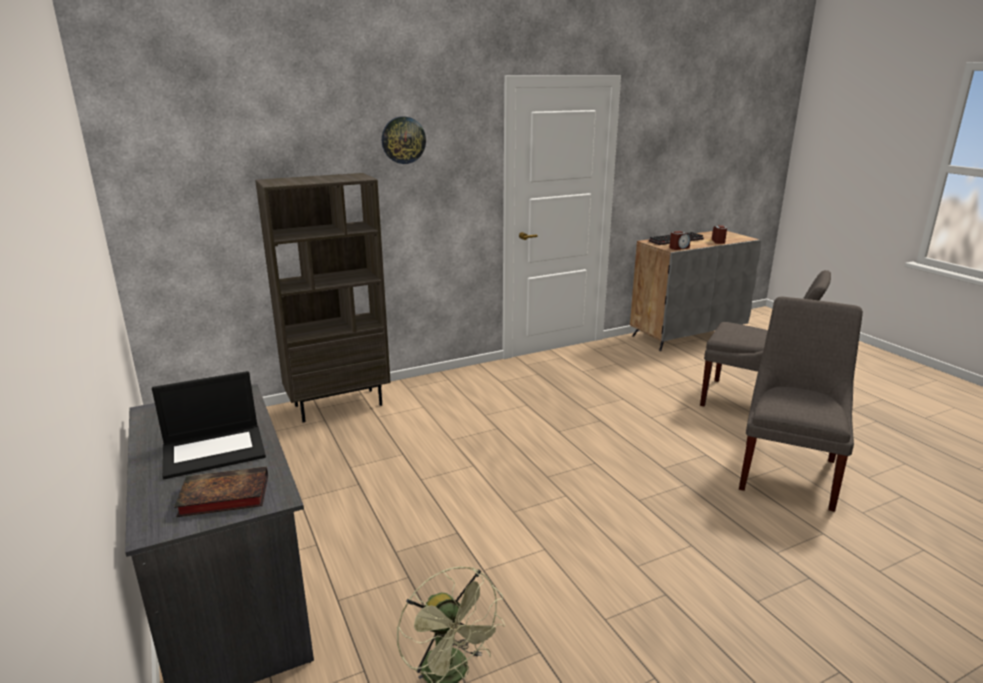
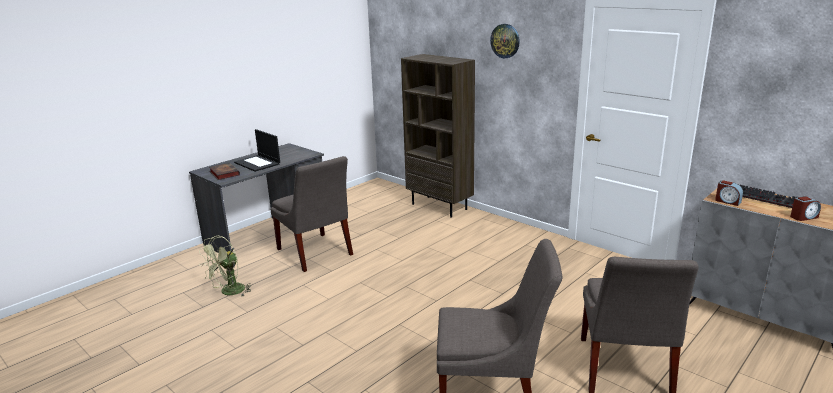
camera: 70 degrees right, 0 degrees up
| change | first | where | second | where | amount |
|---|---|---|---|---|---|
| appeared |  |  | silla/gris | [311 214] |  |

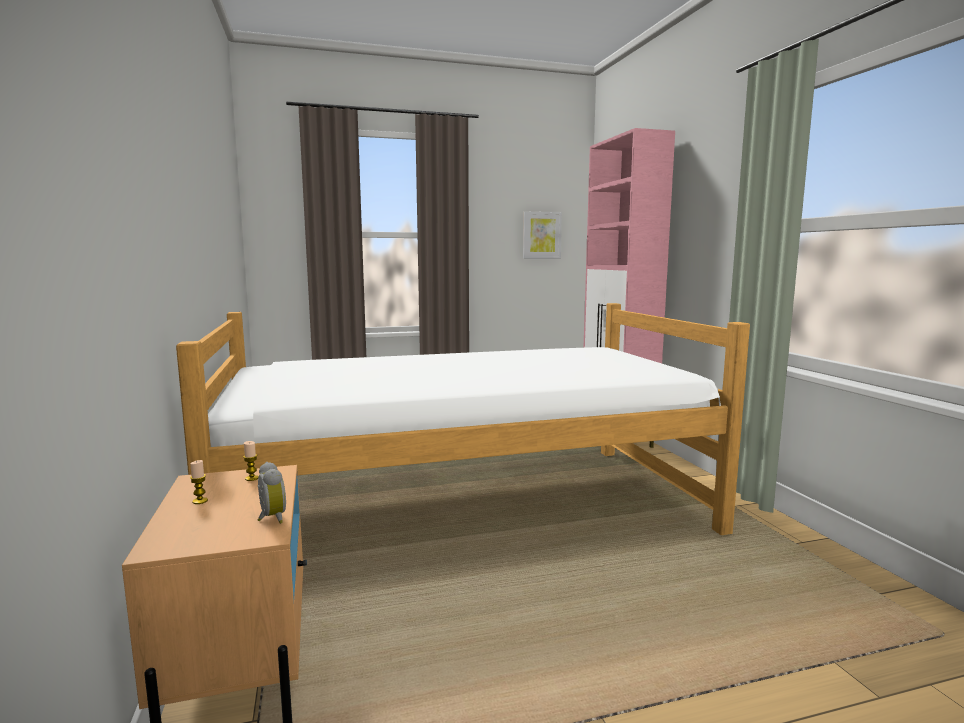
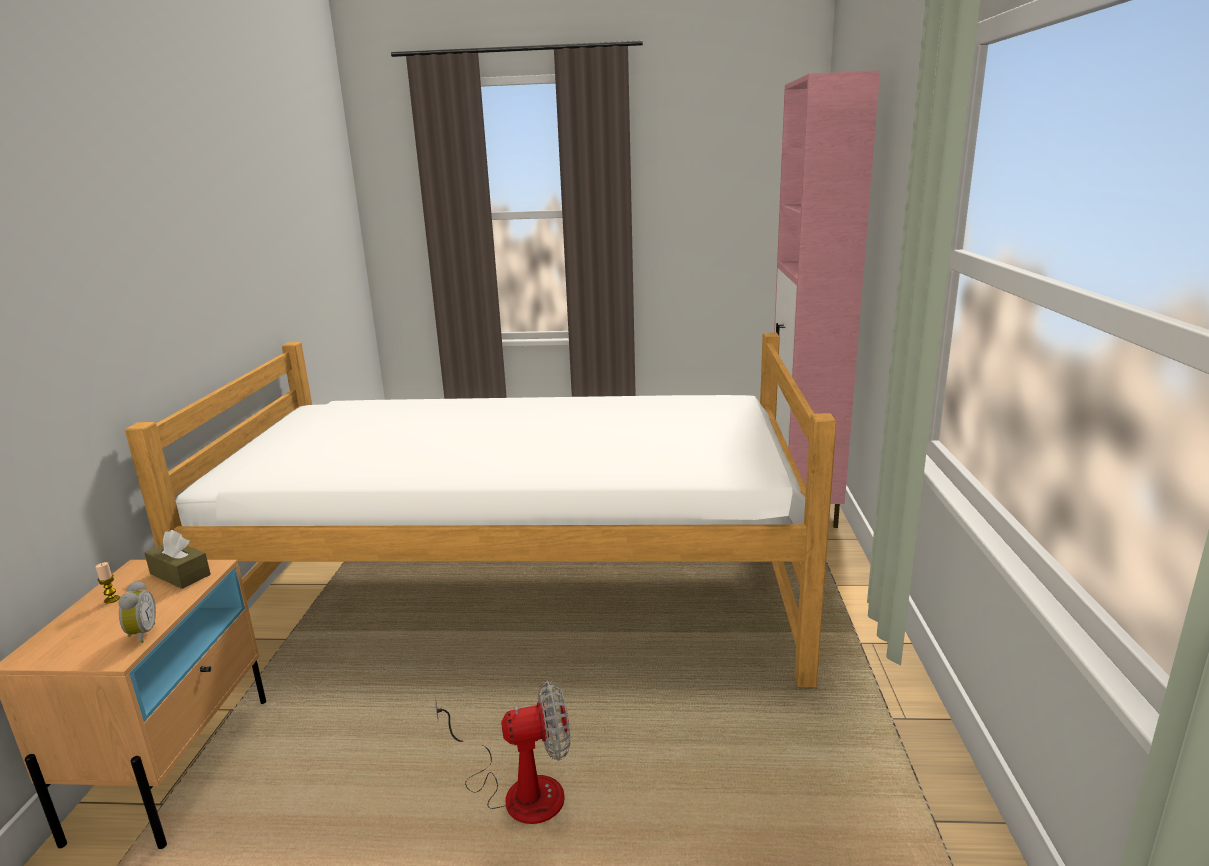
camera: 20 degrees right, 10 degrees up
| change | first | where | second | where | amount |
|---|---|---|---|---|---|
| exchanged | vela | [251 461] | caja de pañuelos/marrón | [177 559] |  |
| appeared |  |  | ventilador | [502 752] |  |
| missing | cuadro | [542 235] |  |  |  |

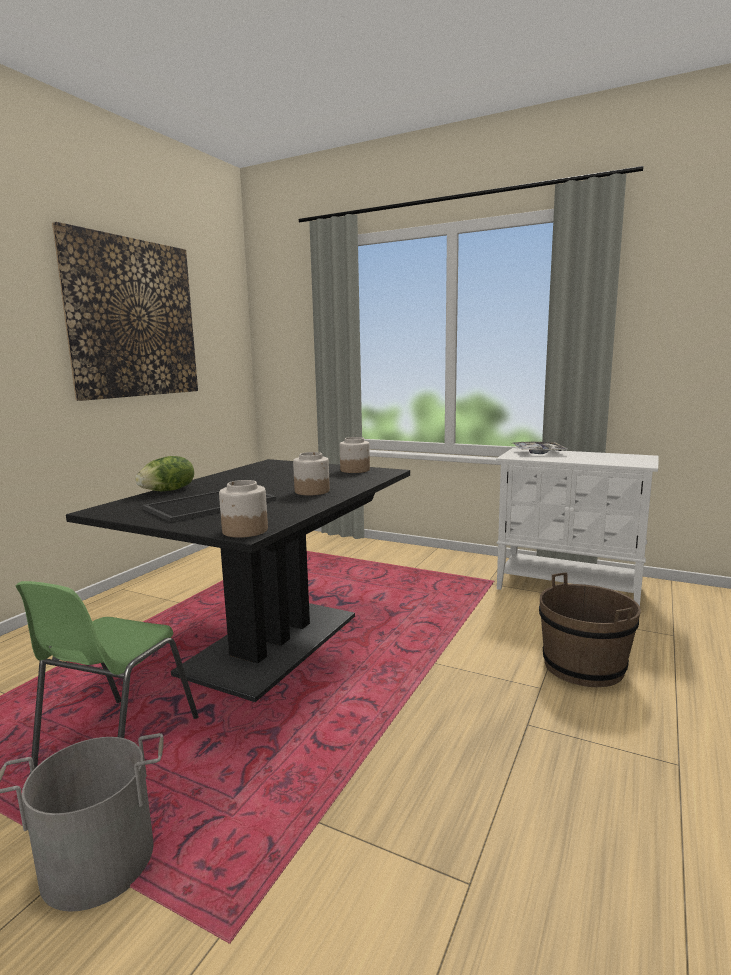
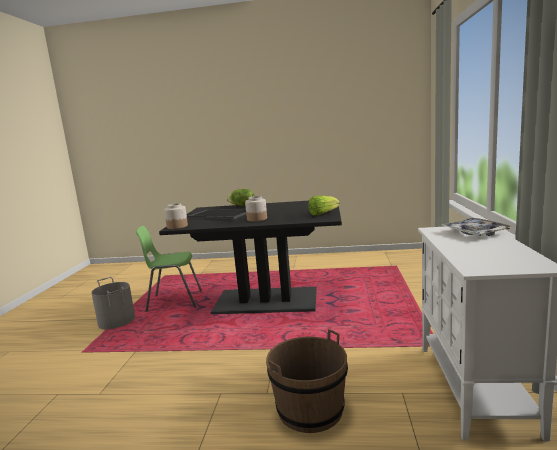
camera: 70 degrees right, 0 degrees up
| change | first | where | second | where | amount |
|---|---|---|---|---|---|
| exchanged | tarro | [355 455] | lechuga | [324 205] |  |
| missing | cuadro | [125 311] |  |  |  |

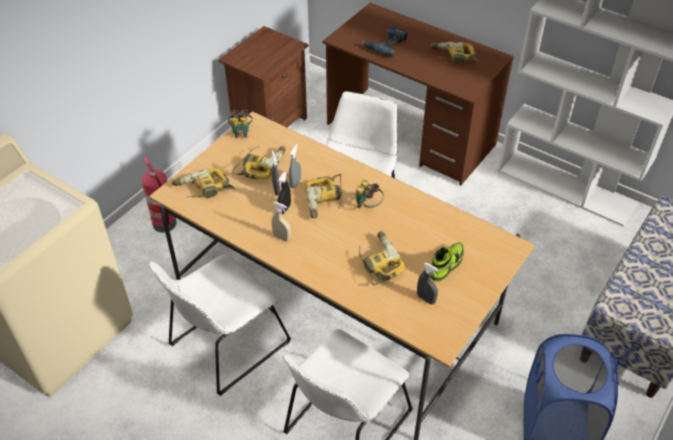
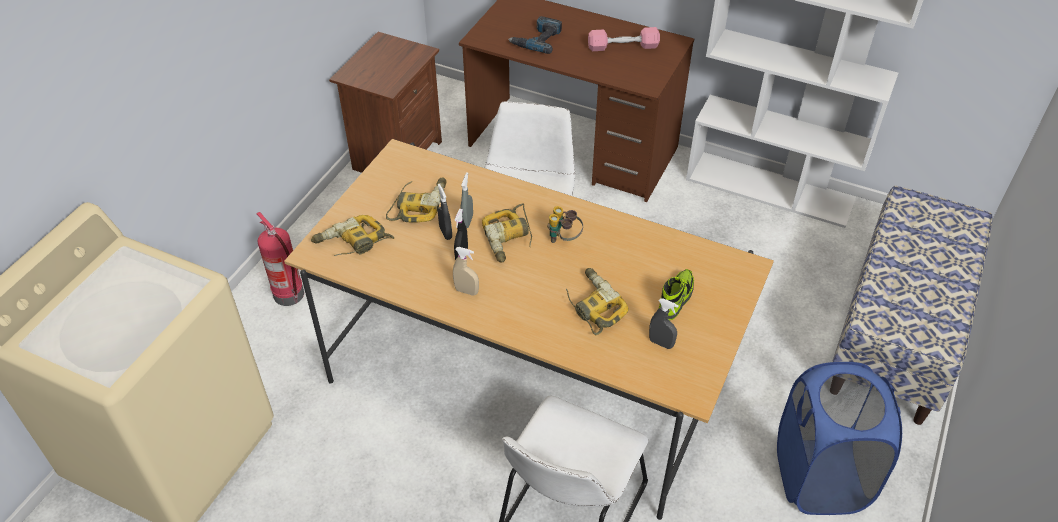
camera: 10 degrees left, 0 degrees up
| change | first | where | second | where | amount |
|---|---|---|---|---|---|
| exchanged | taladro | [455 53] | mancuerna/rosa | [624 39] |  |
| missing | silla/blanco | [219 325] |  |  |  |
| missing | prismáticos | [240 124] |  |  |  |

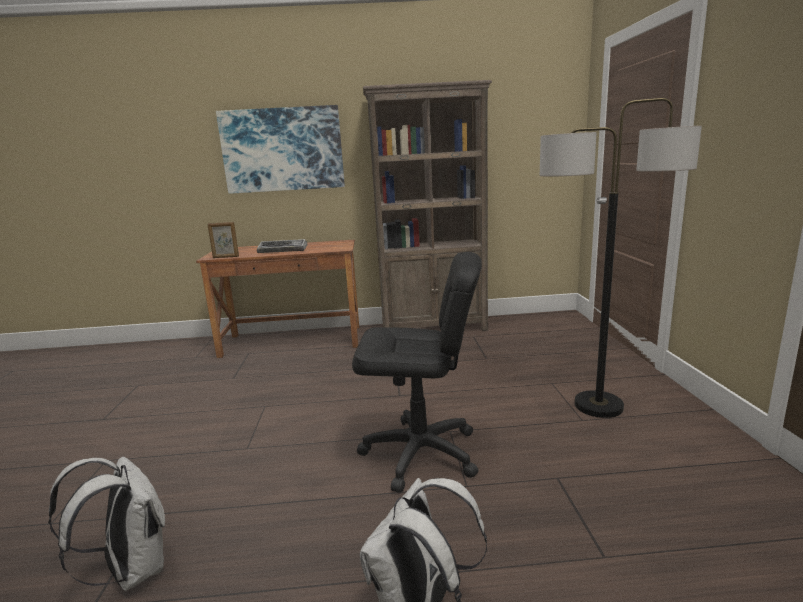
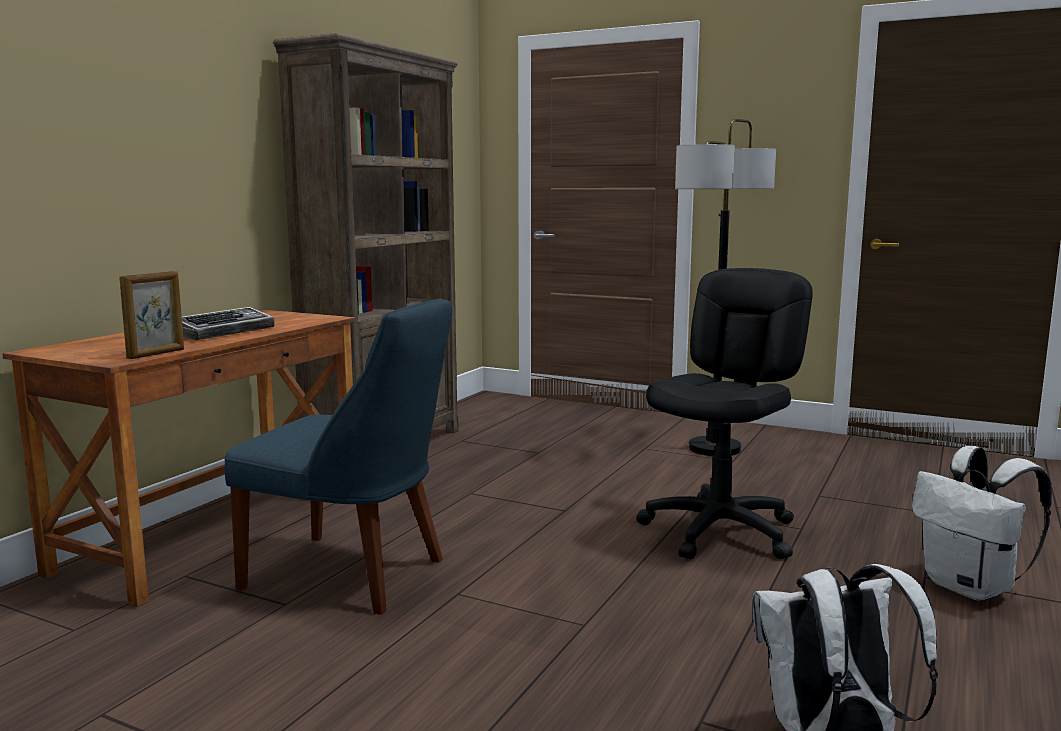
camera: 60 degrees left, 5 degrees down
| change | first | where | second | where | amount |
|---|---|---|---|---|---|
| appeared |  |  | silla/azul | [338 456] |  |
| missing | cuadro | [280 149] |  |  |  |

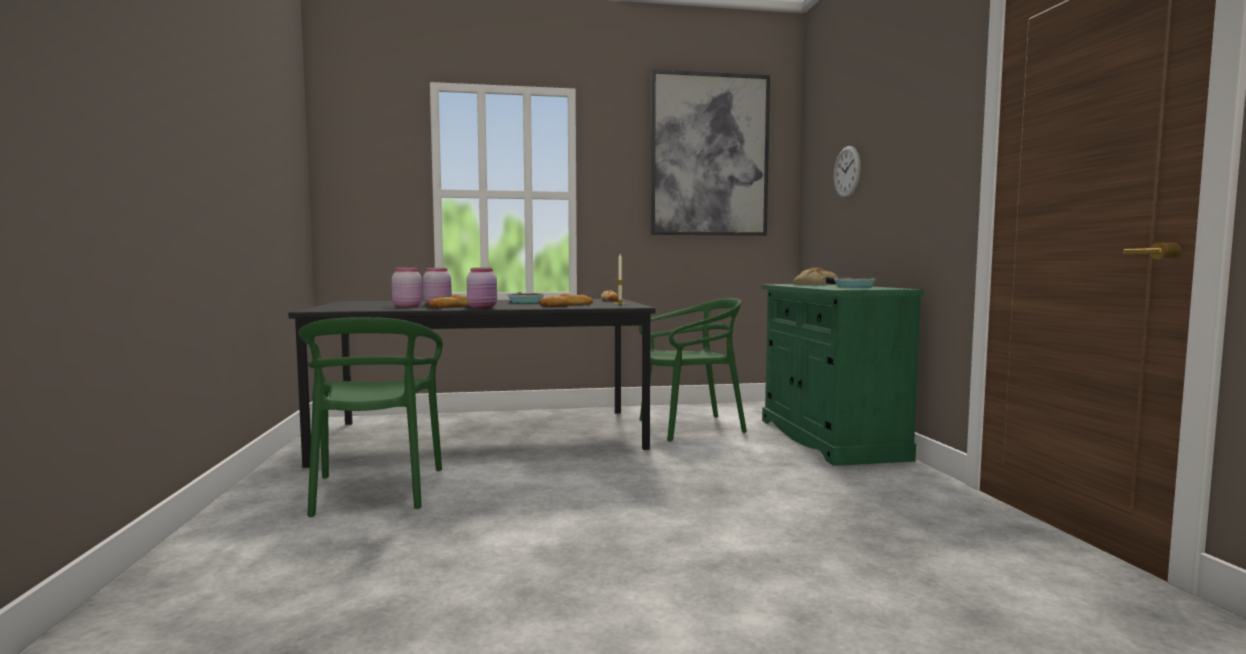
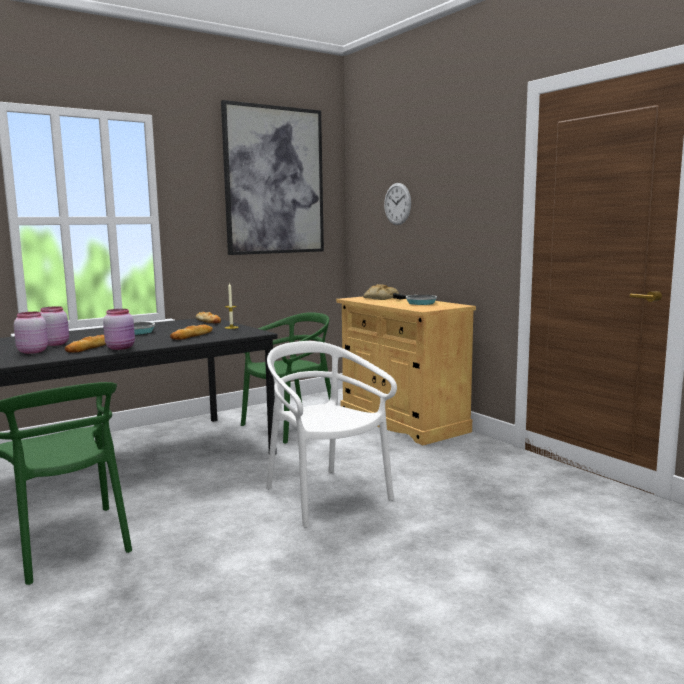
camera: 25 degrees left, 5 degrees up
| change | first | where | second | where | amount |
|---|---|---|---|---|---|
| appeared |  |  | silla/blanco | [331 434] |  |
| colour | armario/verde | [843 375] | armario/beis | [406 371] |  |

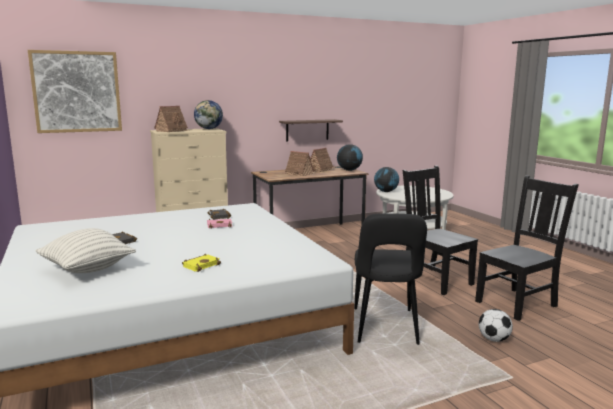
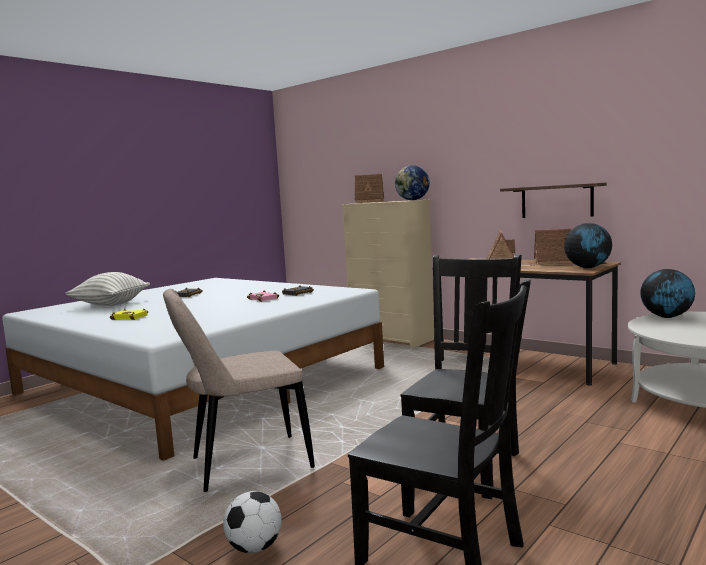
camera: 65 degrees right, 5 degrees down
| change | first | where | second | where | amount |
|---|---|---|---|---|---|
| colour | silla/negro | [390 279] | silla/beis | [239 390] |  |
| missing | cuadro | [75 91] |  |  |  |

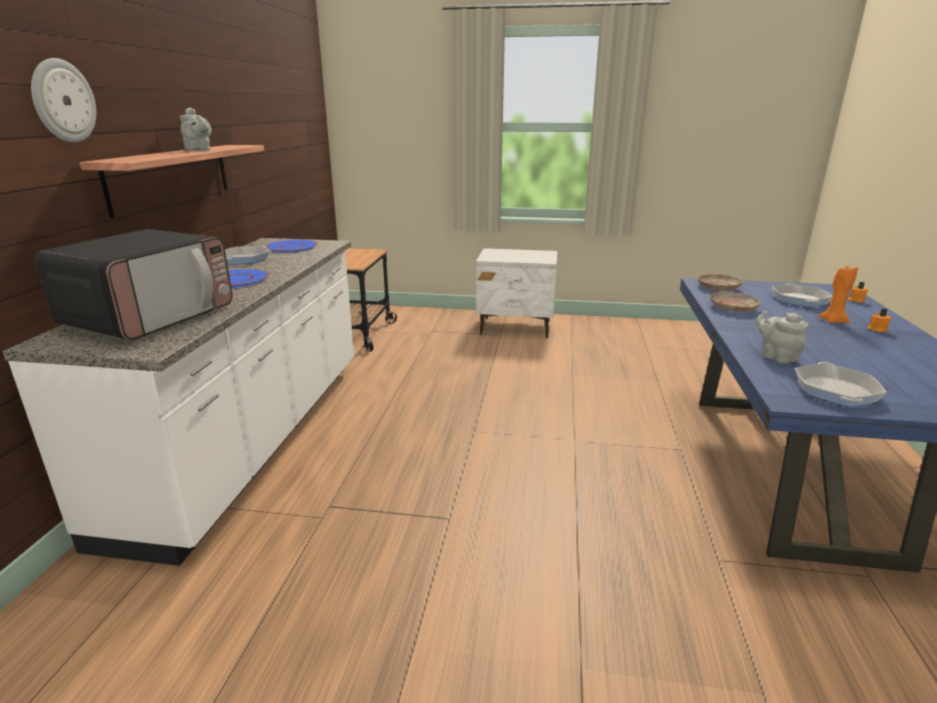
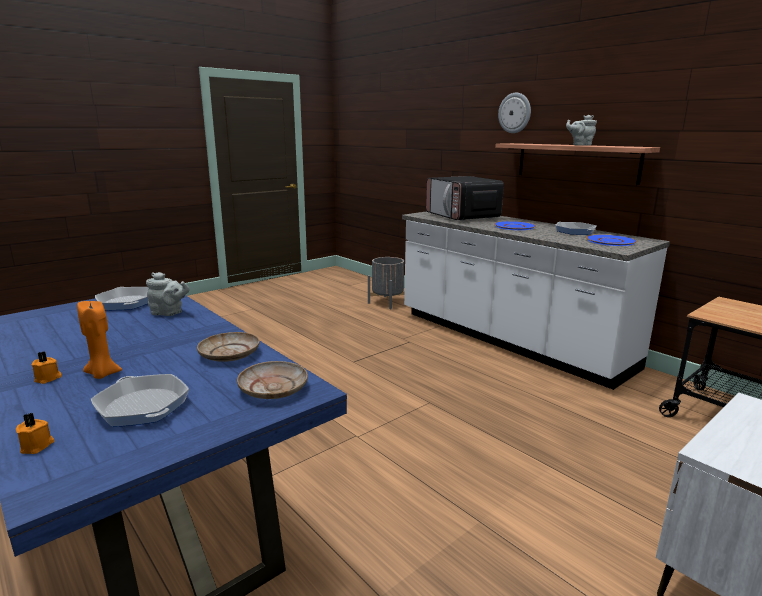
camera: 130 degrees right, 5 degrees down
| change | first | where | second | where | amount |
|---|---|---|---|---|---|
| appeared |  |  | maceta/gris | [386 283] |  |

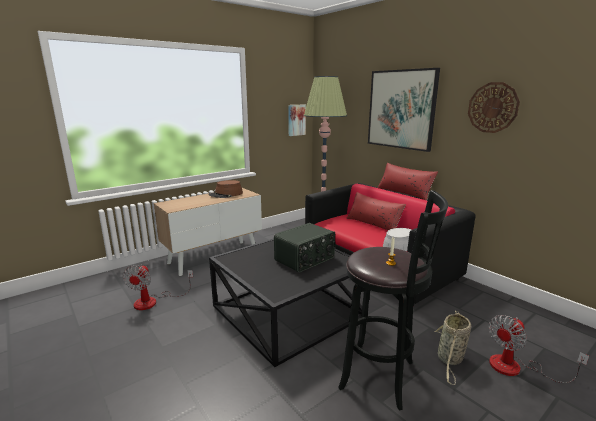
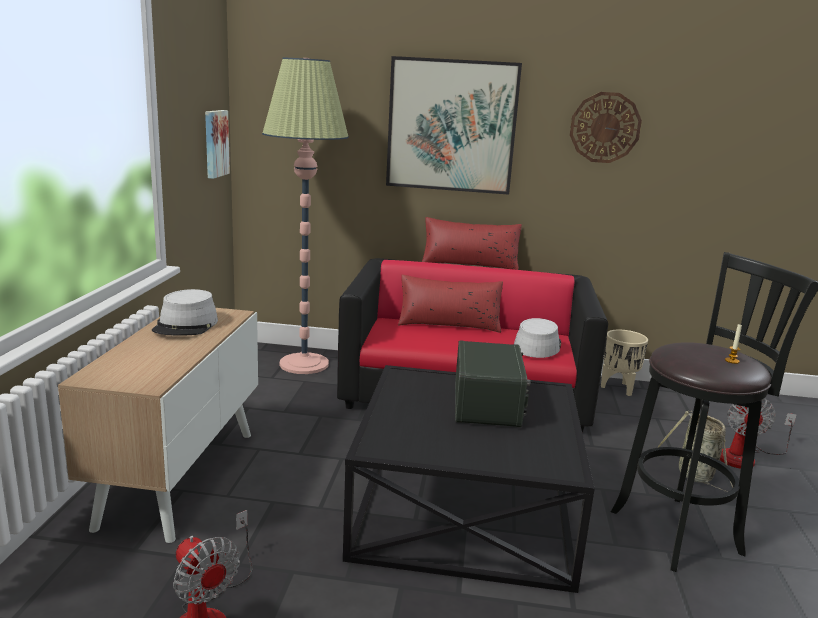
camera: 45 degrees left, 0 degrees up
| change | first | where | second | where | amount |
|---|---|---|---|---|---|
| colour | sombrero/marrón | [226 189] | sombrero/gris | [185 312] |  |
| appeared |  |  | maceta/beis | [624 363] |  |

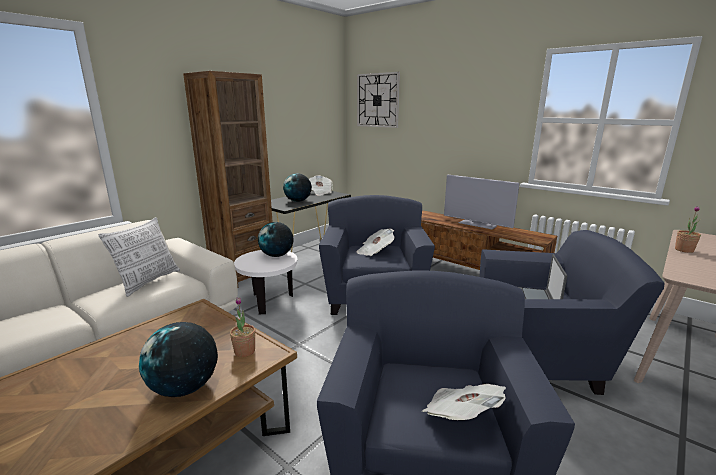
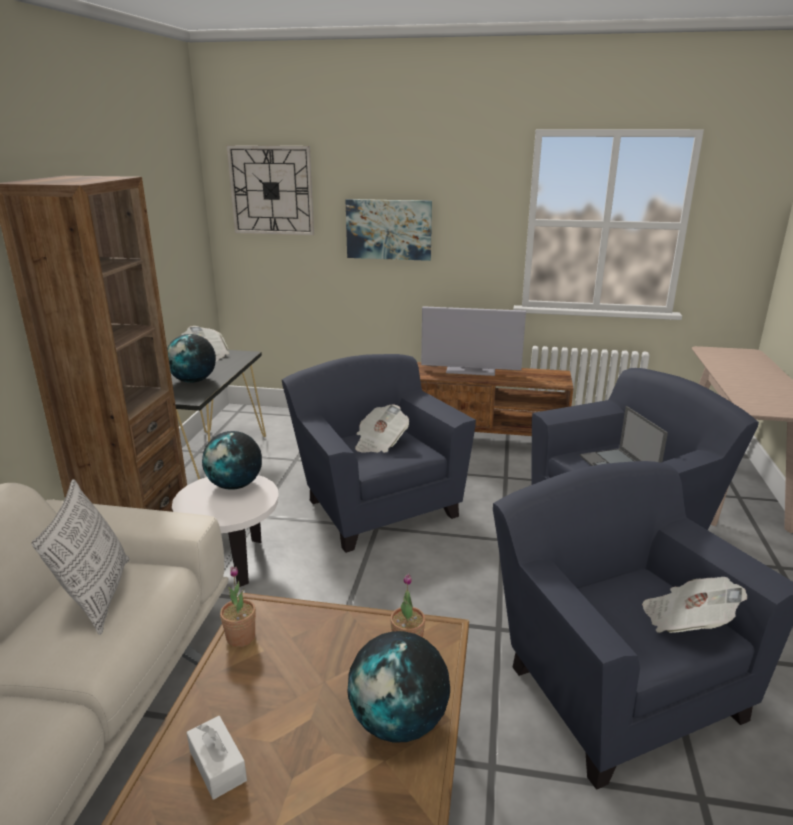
camera: 30 degrees left, 5 degrees up
| change | first | where | second | where | amount |
|---|---|---|---|---|---|
| appeared |  |  | caja de pañuelos/blanco | [216 758] |  |
| relocated | planta en maceta | [688 229] |  | [238 606] |  |
| appeared |  |  | cuadro | [389 230] |  |

